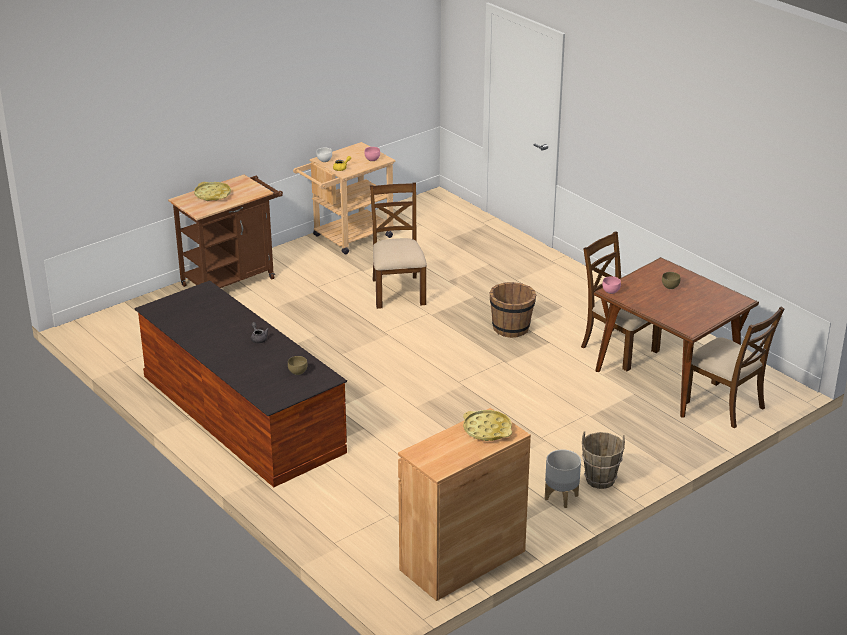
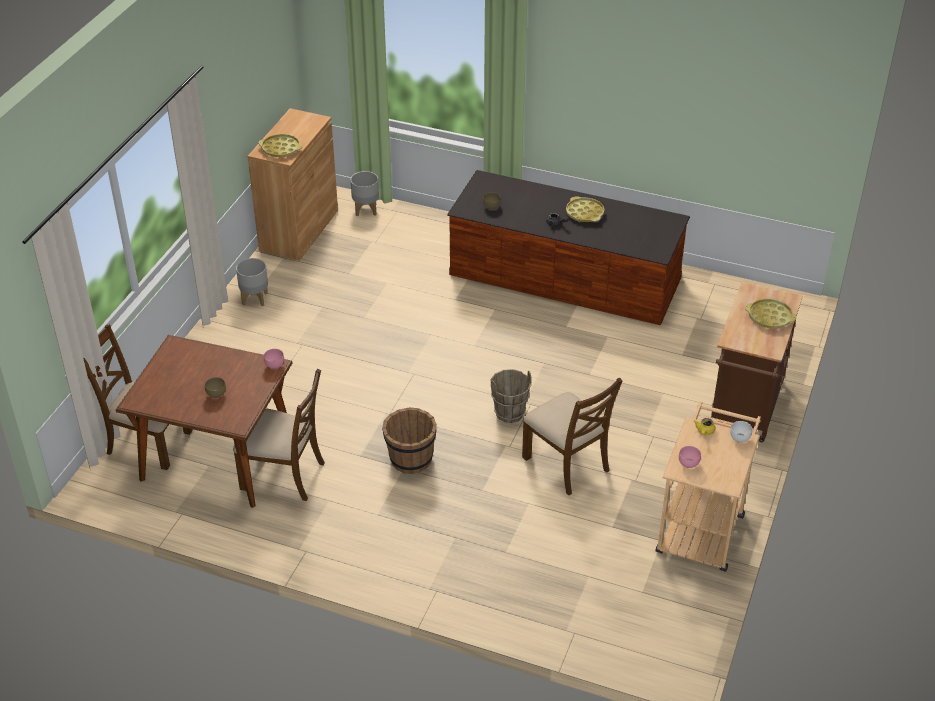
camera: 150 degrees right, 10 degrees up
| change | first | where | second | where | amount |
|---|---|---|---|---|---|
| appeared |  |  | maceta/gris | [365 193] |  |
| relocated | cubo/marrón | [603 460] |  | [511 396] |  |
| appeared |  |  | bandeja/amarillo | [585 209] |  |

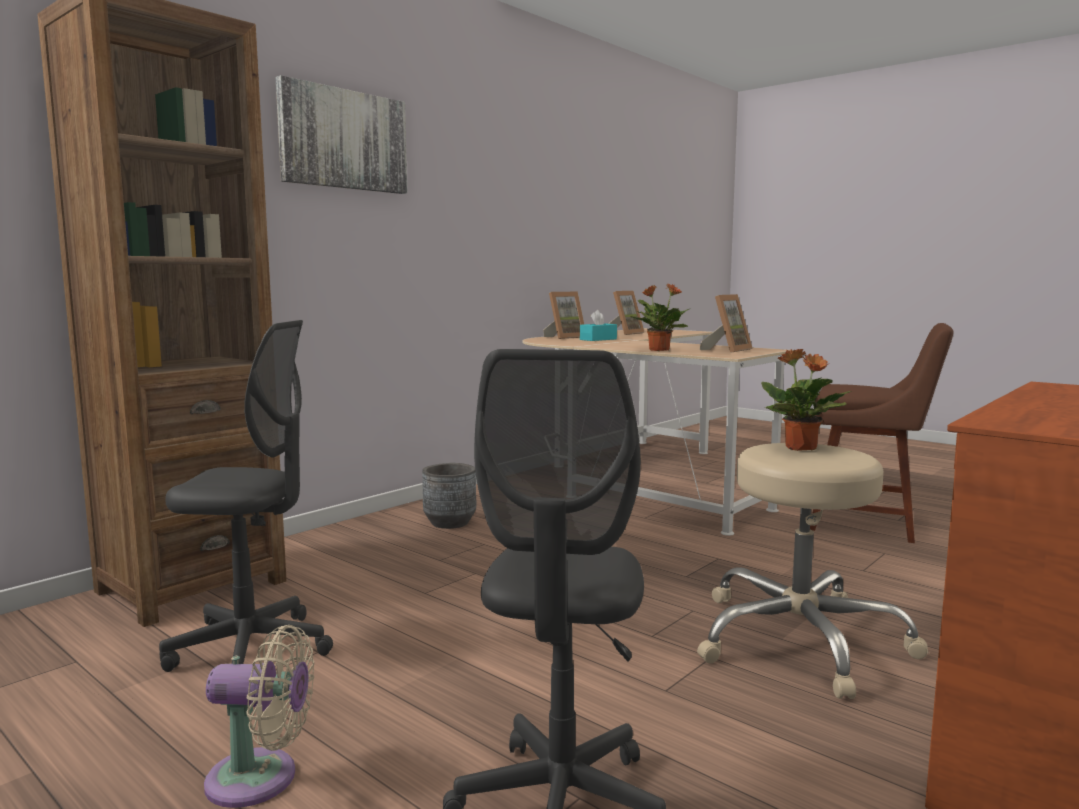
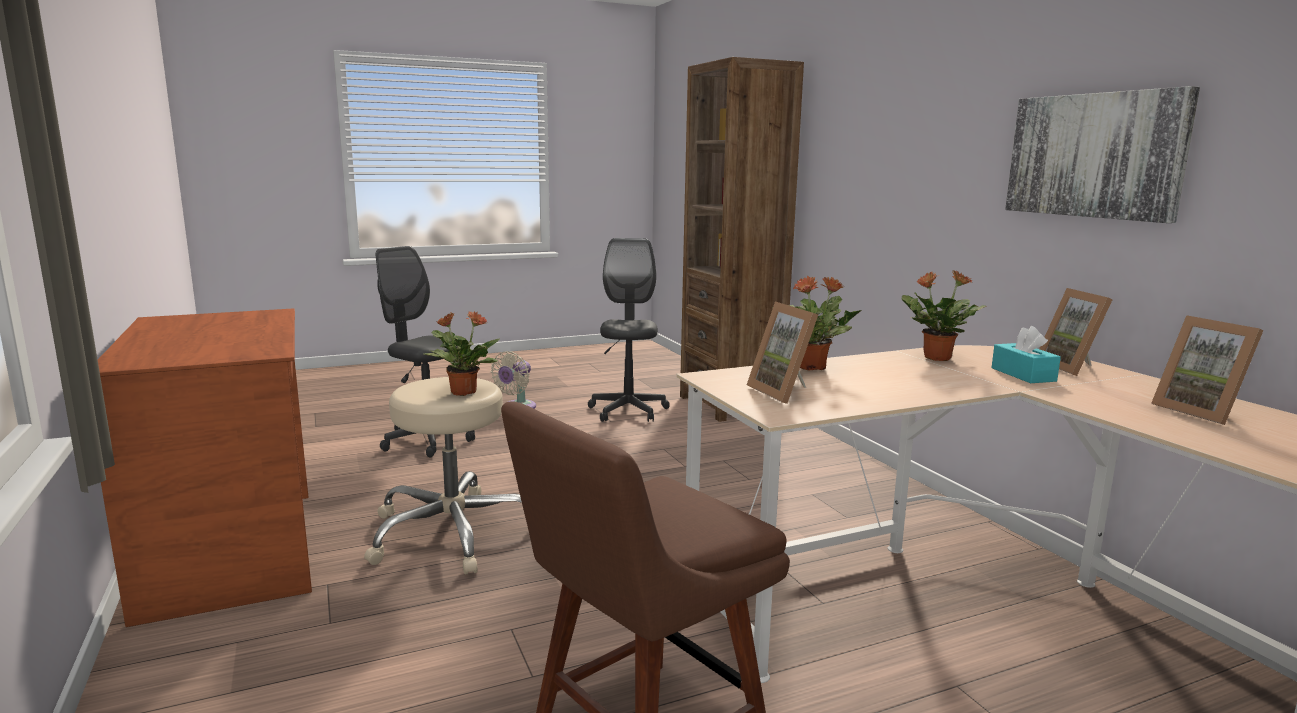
camera: 115 degrees right, 5 degrees up
| change | first | where | second | where | amount |
|---|---|---|---|---|---|
| spun | silla de oficina/gris | [246 496] |  | [629 330] | 150 degrees clockwise |
| appeared |  |  | planta en maceta | [944 315] |  |
| relocated | cuadro | [341 134] |  | [1102 154] |  |
| missing | maceta/gris | [449 496] |  |  |  |

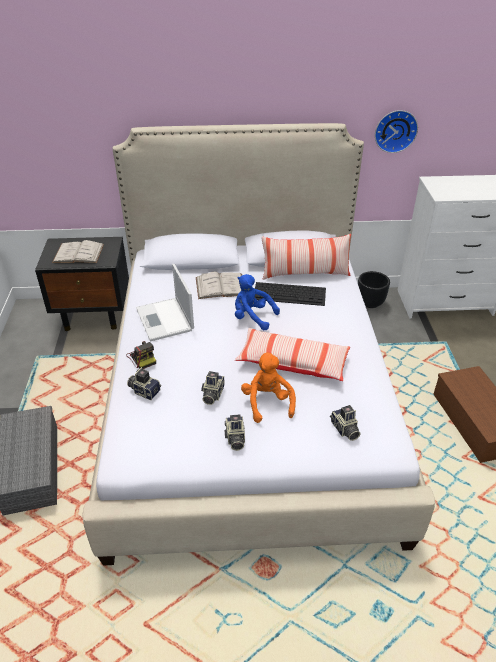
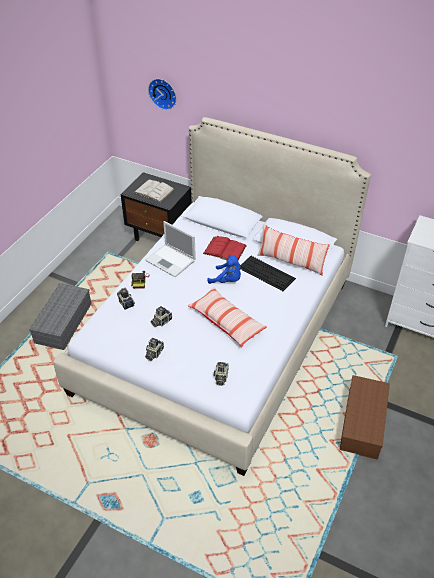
camera: 30 degrees right, 5 degrees up
| change | first | where | second | where | amount |
|---|---|---|---|---|---|
| spun | portátil | [165 302] |  | [170 249] | 60 degrees counterclockwise |
| relocated | reloj de pared | [396 131] |  | [162 94] |  |
| colour | libro/blanco | [219 285] | libro/rojo | [225 248] |  |
| spun | peluche/azul | [257 302] |  | [224 269] | 150 degrees clockwise |
| missing | peluche/naranja | [268 387] |  |  |  |
| missing | maceta/negro | [374 289] |  |  |  |

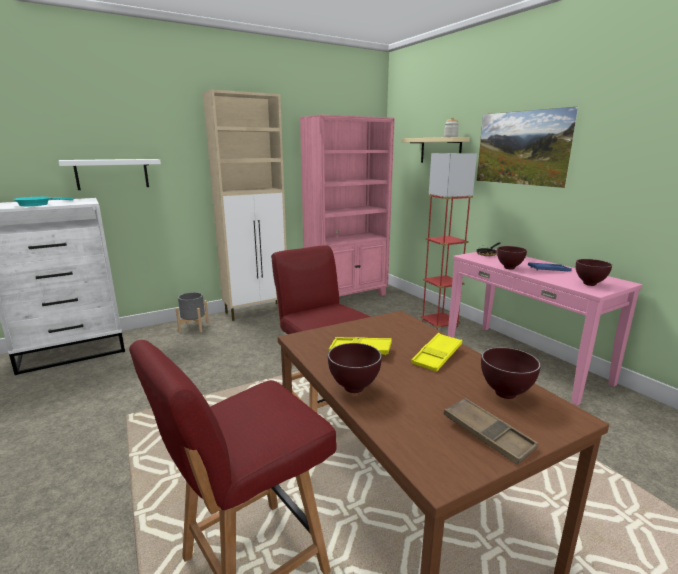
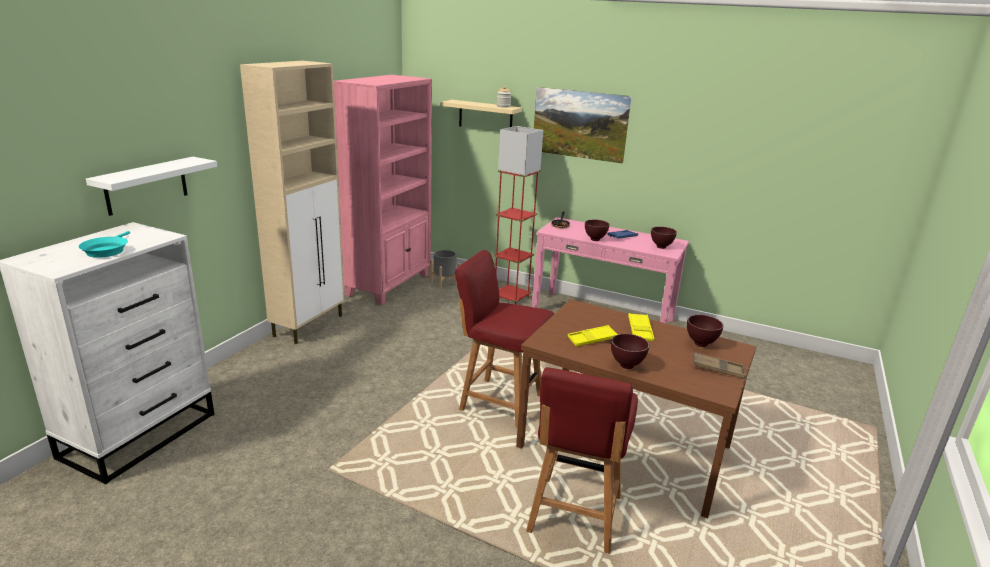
camera: 35 degrees left, 5 degrees up
| change | first | where | second | where | amount |
|---|---|---|---|---|---|
| relocated | maceta/gris | [192 312] |  | [445 270] |  |

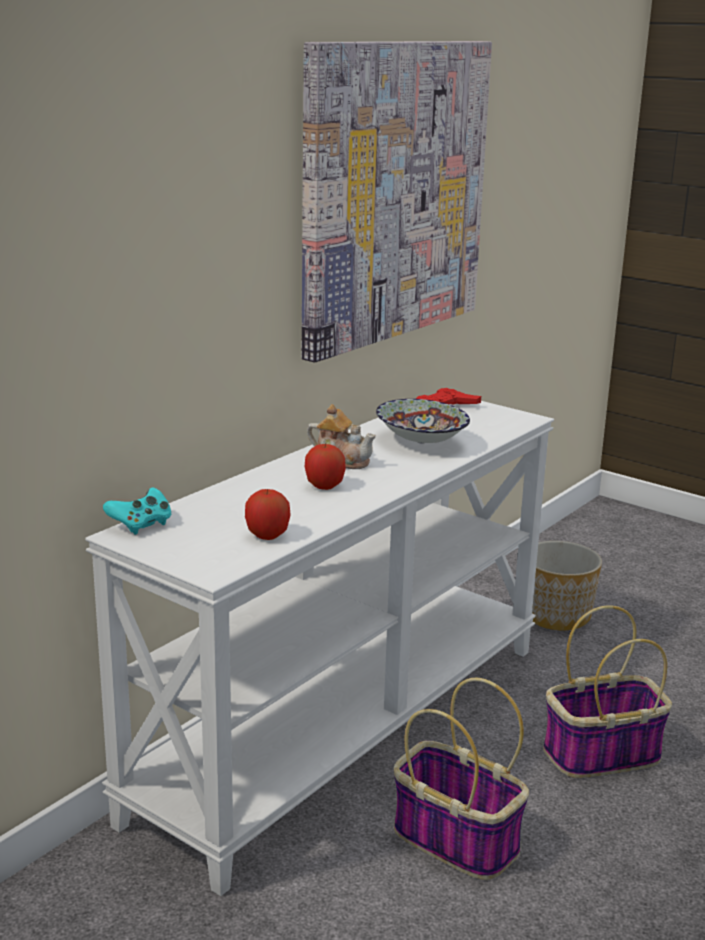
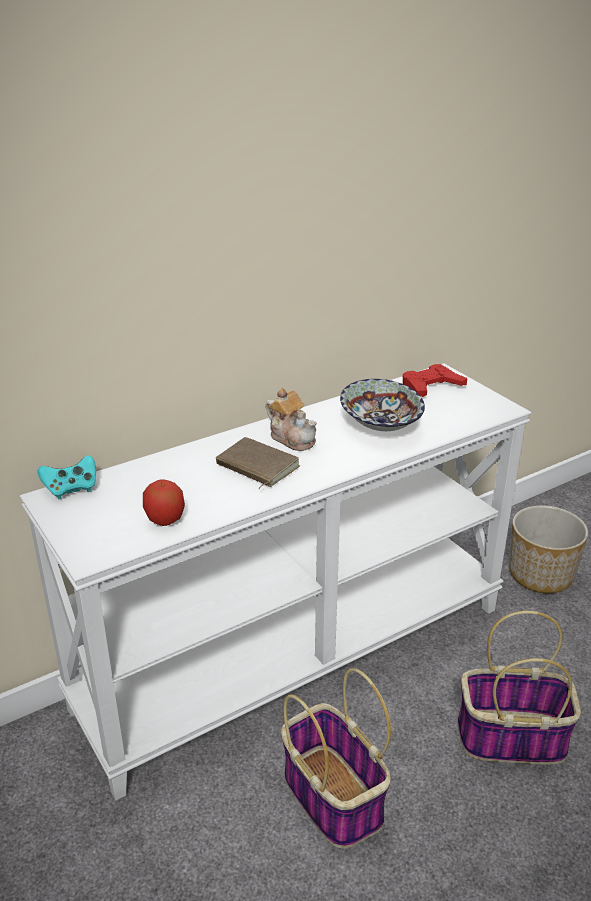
camera: 20 degrees right, 10 degrees up
| change | first | where | second | where | amount |
|---|---|---|---|---|---|
| exchanged | manzana | [325 466] | libro/marrón | [258 463] |  |
| missing | cuadro | [397 202] |  |  |  |

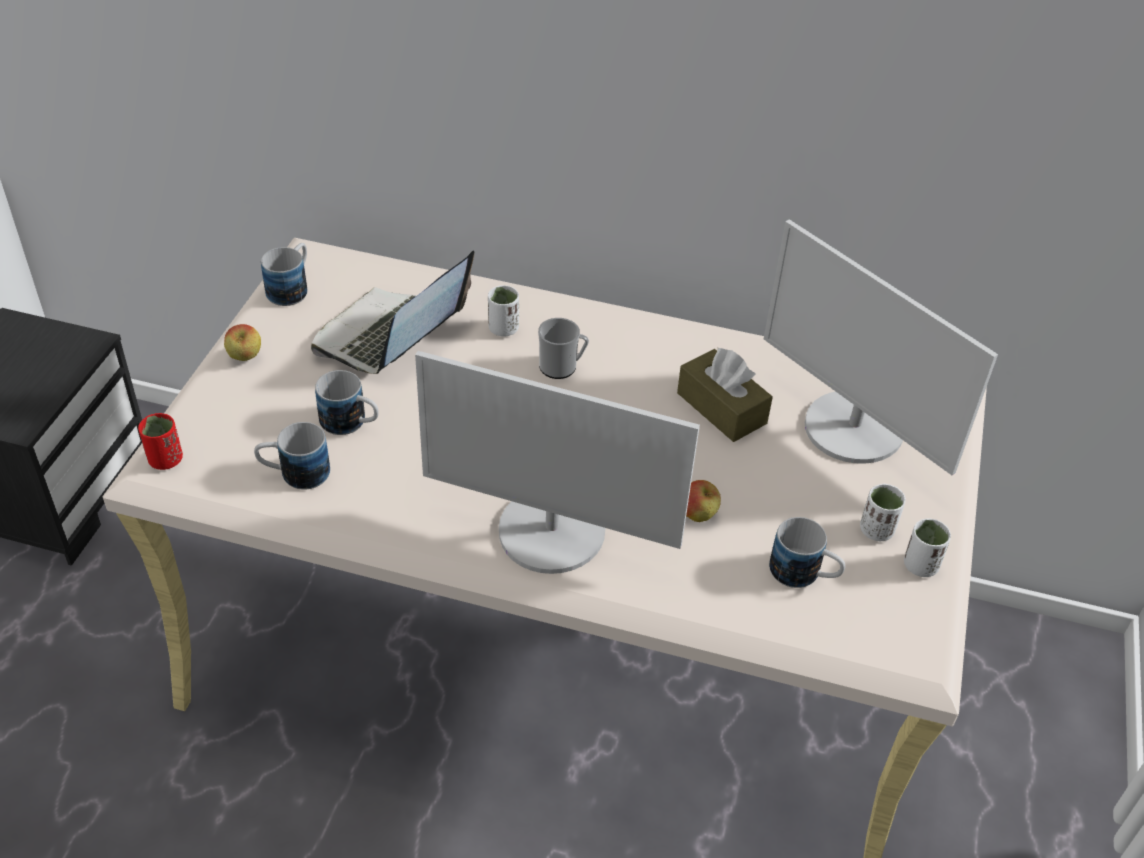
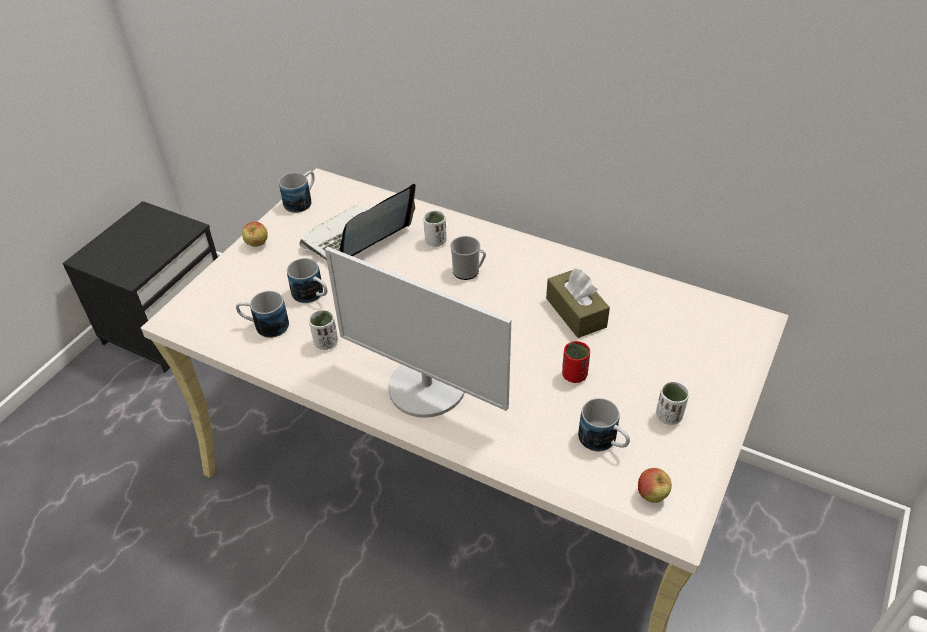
camera: 15 degrees right, 0 degrees up
| change | first | where | second | where | amount |
|---|---|---|---|---|---|
| relocated | taza/blanco | [927 547] |  | [323 330] |  |
| relocated | taza/rojo | [160 441] |  | [576 362] |  |
| relocated | manzana | [703 501] |  | [655 485] |  |
| missing | monitor | [881 347] |  |  |  |

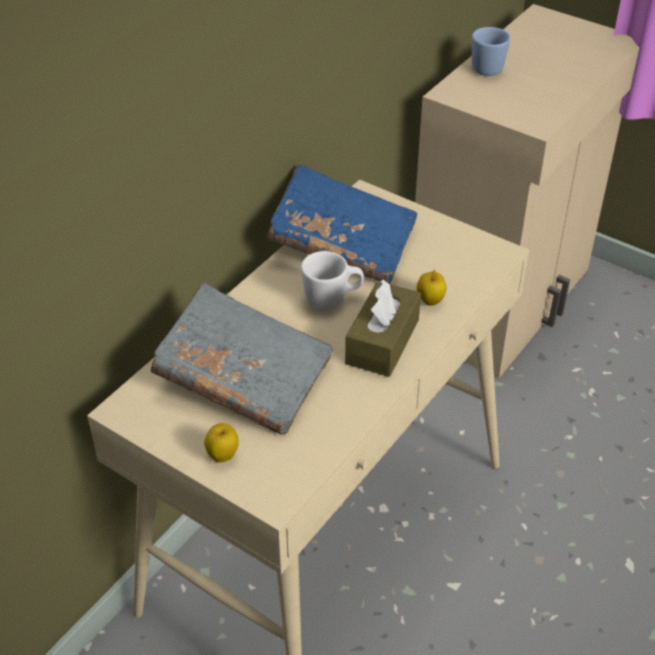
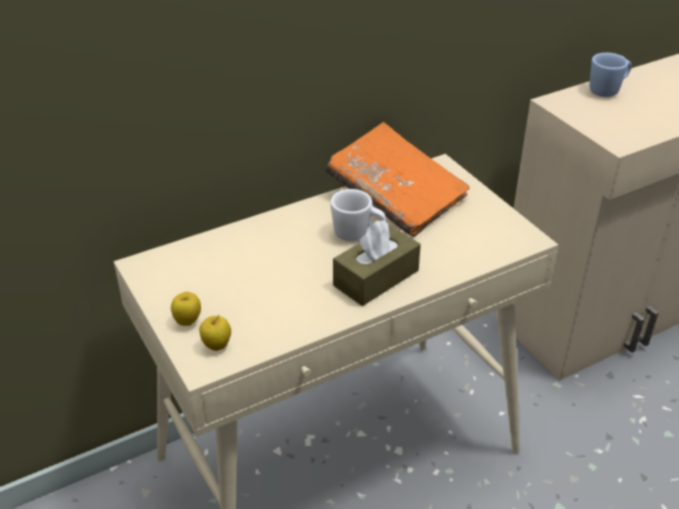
camera: 25 degrees right, 5 degrees down
| change | first | where | second | where | amount |
|---|---|---|---|---|---|
| relocated | manzana | [431 287] |  | [215 333] |  |
| colour | libro/azul | [342 224] | libro/naranja | [398 179] |  |
| missing | libro/gris | [242 359] |  |  |  |

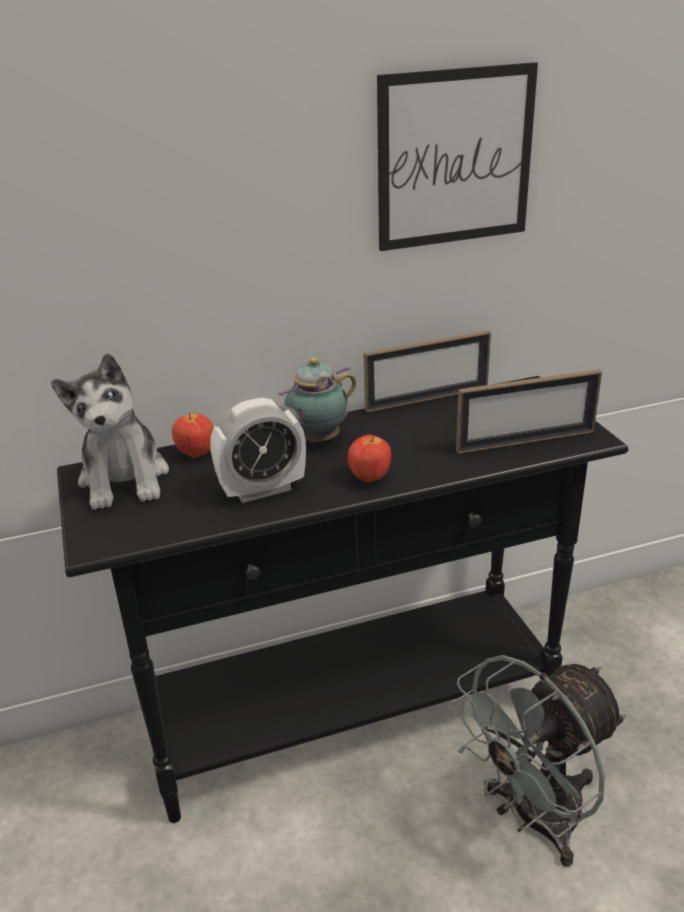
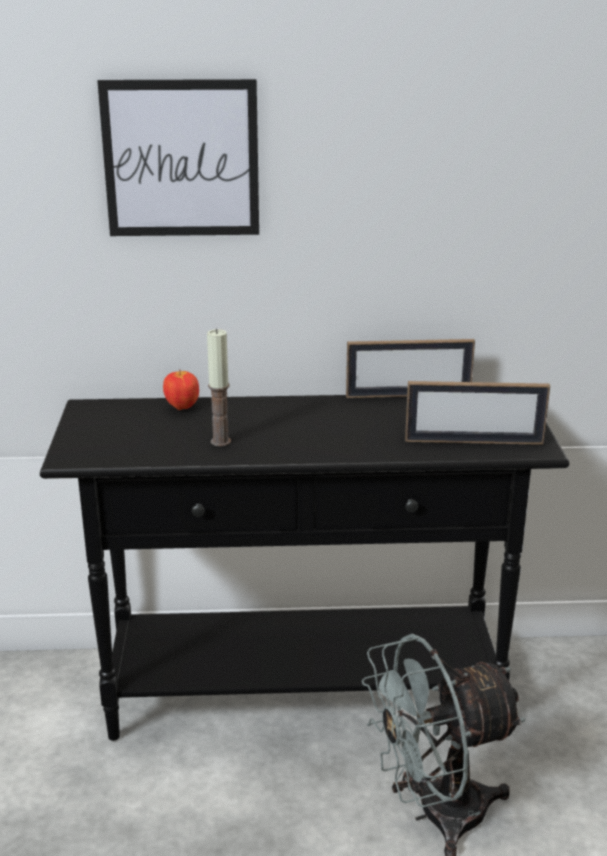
camera: 15 degrees right, 5 degrees down
| change | first | where | second | where | amount |
|---|---|---|---|---|---|
| relocated | cuadro | [457 156] |  | [178 157] |  |
| exchanged | despertador | [258 450] | vela | [219 387] |  |
| missing | peluche | [110 431] |  |  |  |
| missing | tetera | [315 399] |  |  |  |
| missing | manzana | [369 458] |  |  |  |

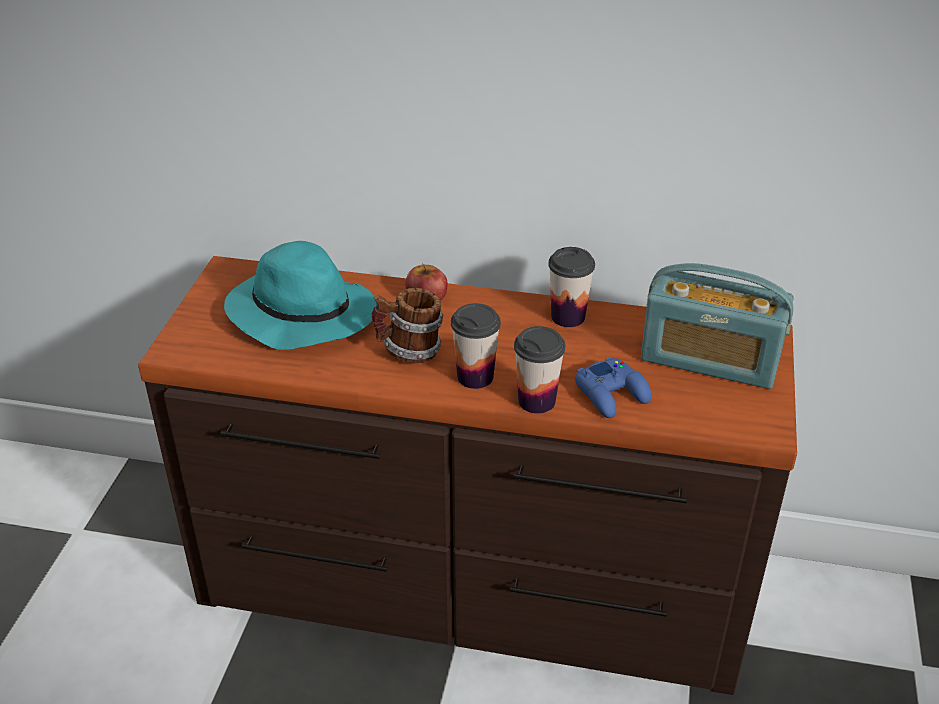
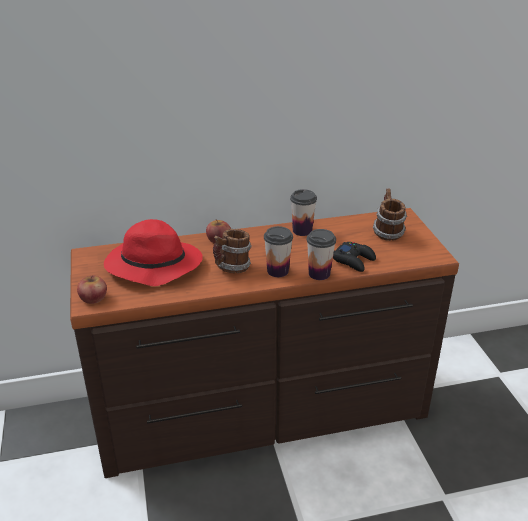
camera: 25 degrees left, 5 degrees down
| change | first | where | second | where | amount |
|---|---|---|---|---|---|
| appeared |  |  | manzana | [92 290] |  |
| colour | sombrero/turquesa | [300 295] | sombrero/rojo | [153 252] |  |
| colour | mando de consola/azul | [613 387] | mando de consola/negro | [354 257] |  |
| exchanged | radio | [717 326] | taza grande | [390 215] |  |

